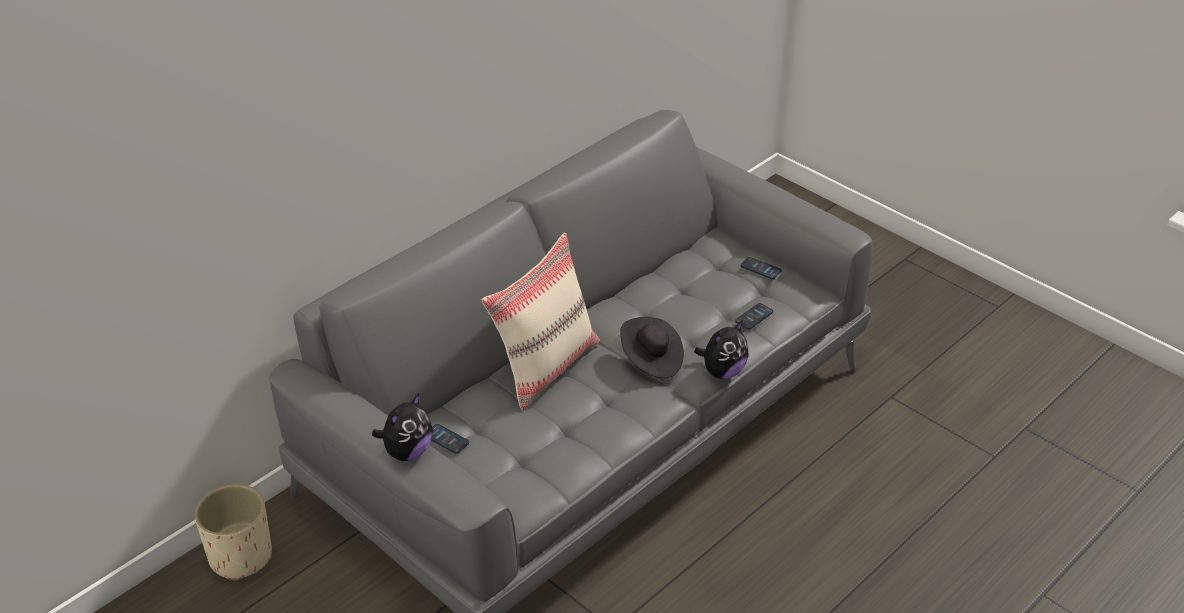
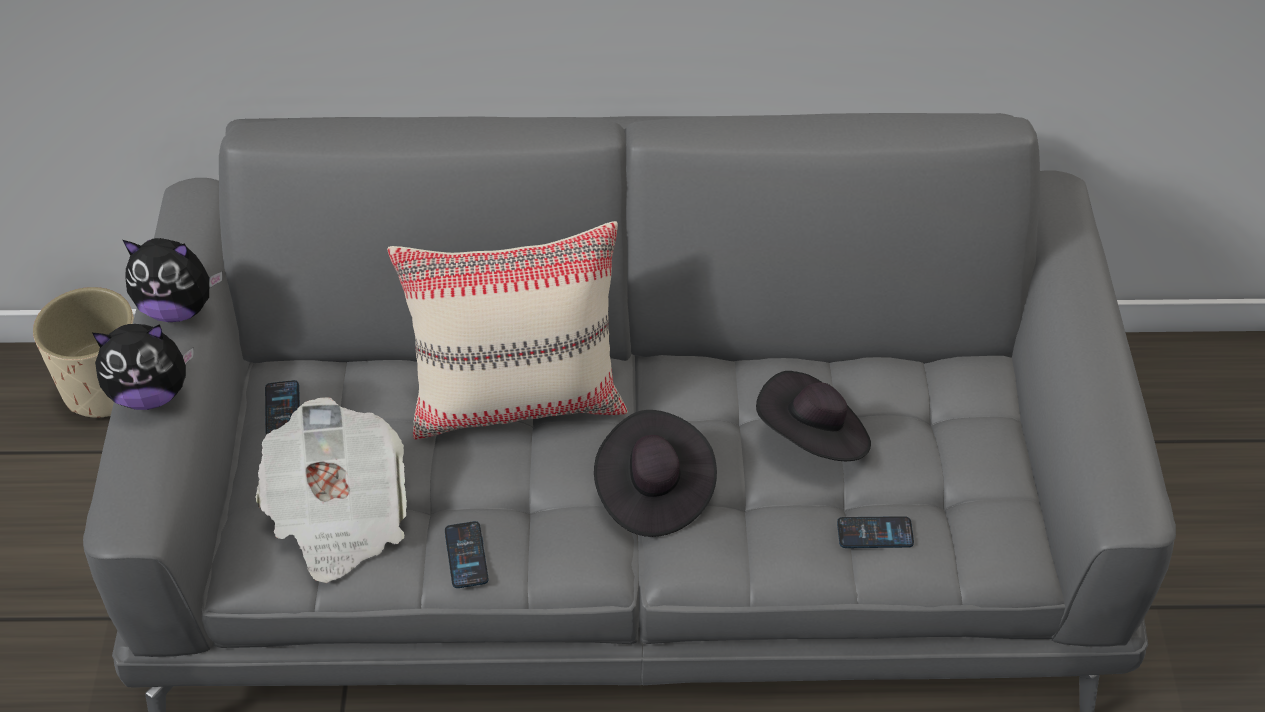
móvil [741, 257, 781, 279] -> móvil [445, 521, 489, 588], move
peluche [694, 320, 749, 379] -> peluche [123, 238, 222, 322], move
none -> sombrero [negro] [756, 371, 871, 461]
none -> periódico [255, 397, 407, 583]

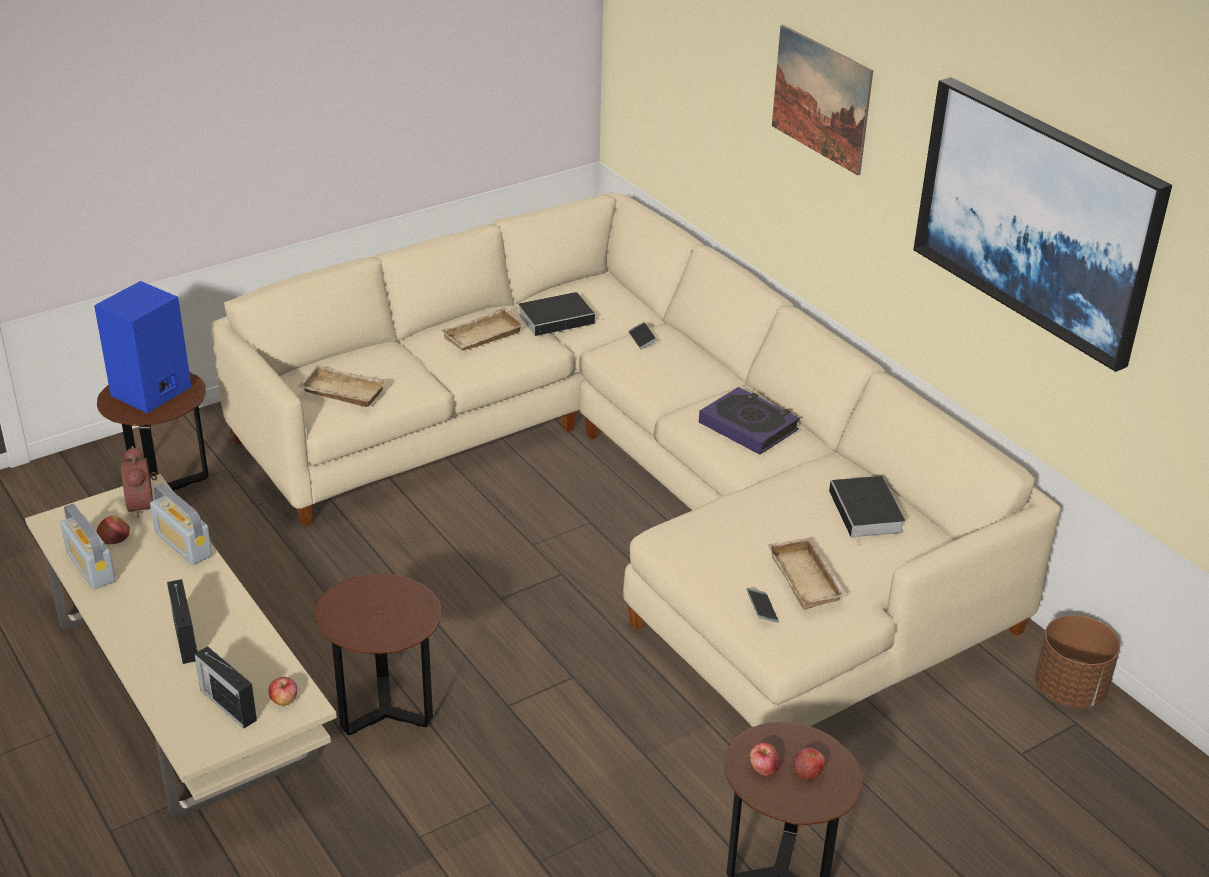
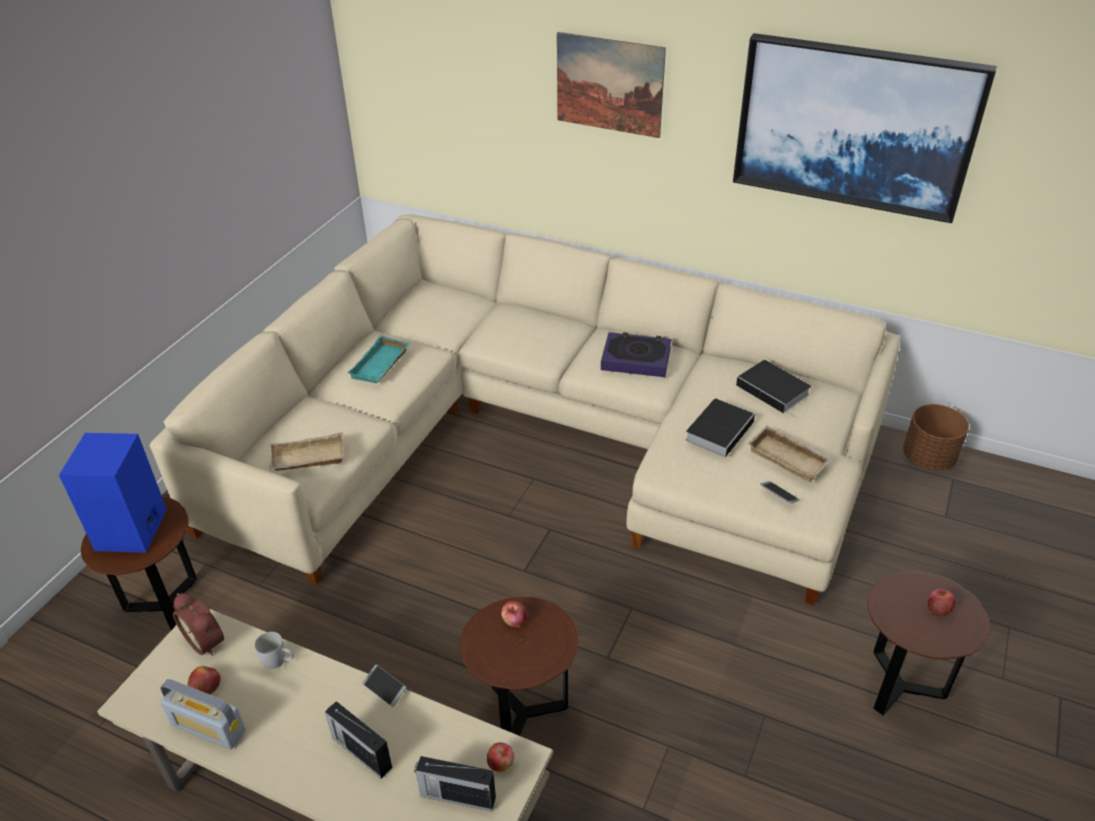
libro [519, 292, 605, 336] -> libro [685, 398, 756, 457], move
bandeja [beis] [441, 307, 525, 351] -> bandeja [turquesa] [347, 335, 410, 383]
móvil [628, 322, 657, 350] -> móvil [362, 665, 407, 707], move
radio [150, 484, 212, 565] -> taza grande [blanco] [255, 632, 294, 669]
manzana [750, 742, 781, 777] -> manzana [501, 601, 527, 627], move

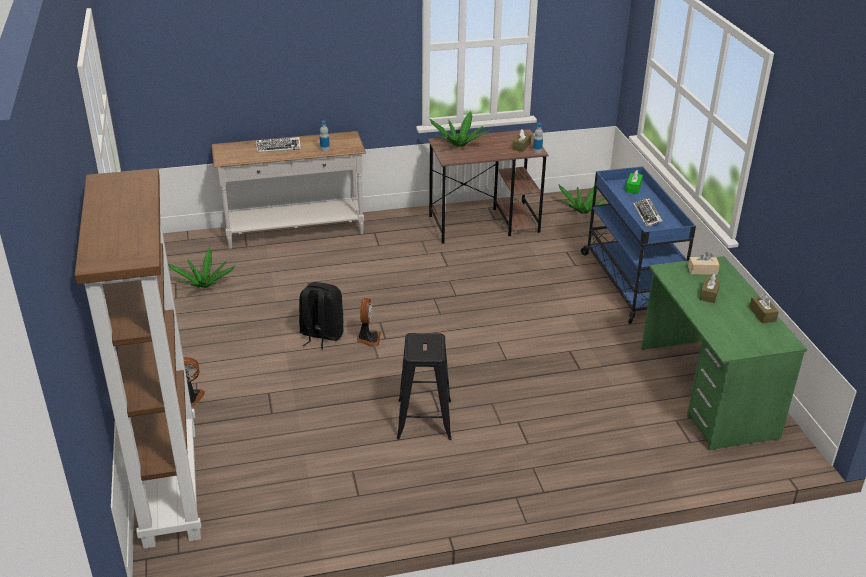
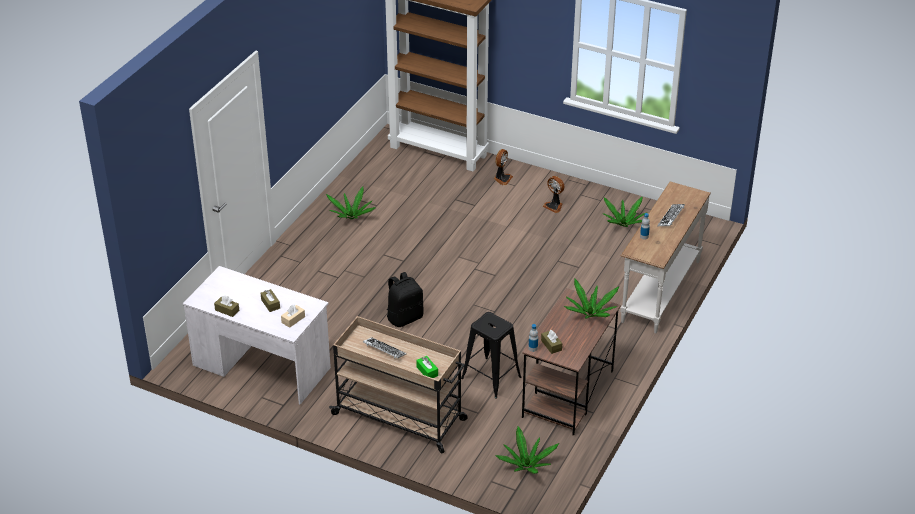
carrito [azul] [581, 166, 696, 324] -> carrito [beis] [329, 316, 468, 454]
escritorio [verde] [641, 256, 807, 450] -> escritorio [blanco] [183, 266, 331, 405]
mochila [negro] [299, 282, 344, 350] -> mochila [negro] [387, 272, 424, 327], move
ventilador [357, 298, 381, 347] -> ventilador [543, 176, 565, 213], move
taburete [negro] [397, 333, 452, 440] -> taburete [negro] [461, 312, 521, 399], move
none -> planta en maceta [326, 187, 375, 219]

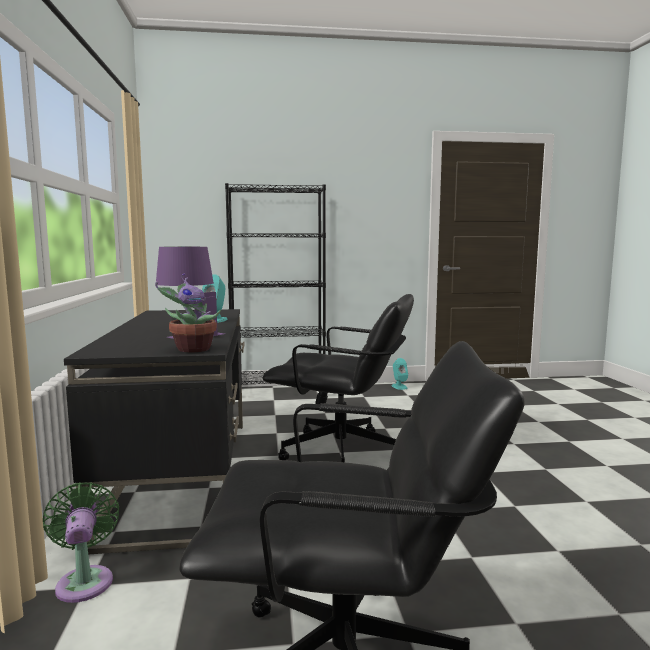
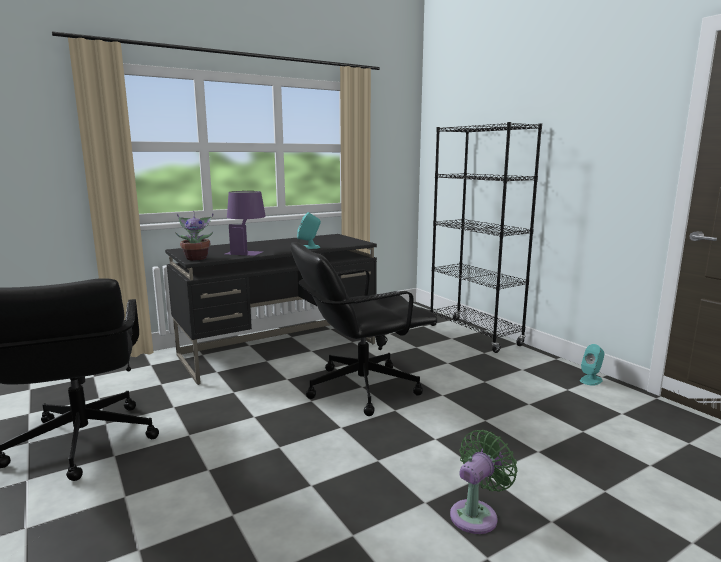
silla de oficina [negro] [263, 294, 414, 462] -> silla de oficina [negro] [291, 242, 437, 416], 75 degrees clockwise
ventilador [verde] [43, 482, 119, 603] -> ventilador [verde] [450, 430, 517, 534], move

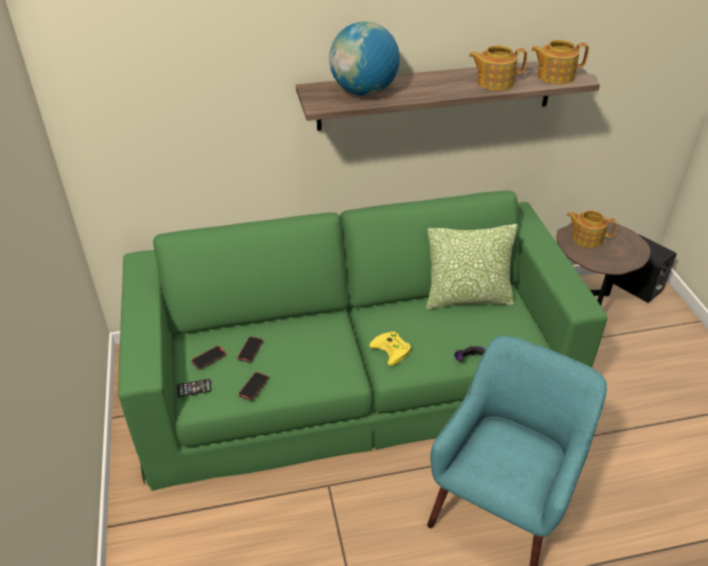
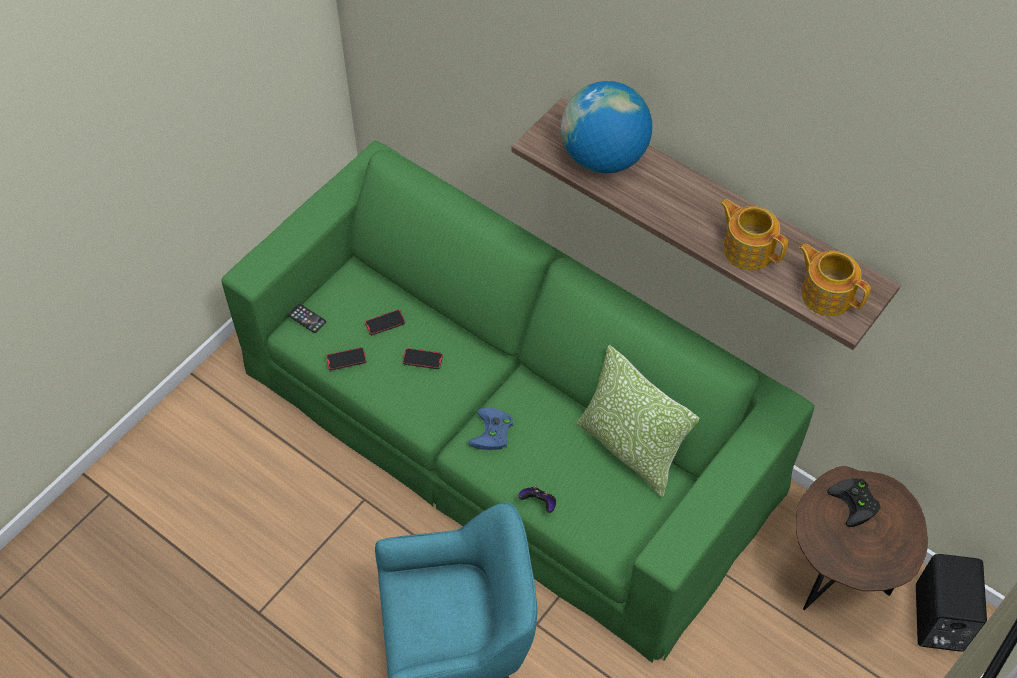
tetera [567, 210, 617, 248] -> mando de consola [negro] [827, 479, 880, 527]
mando de consola [amarillo] [369, 331, 411, 366] -> mando de consola [azul] [468, 408, 513, 450]
móvil [191, 346, 226, 370] -> móvil [403, 348, 443, 369], move

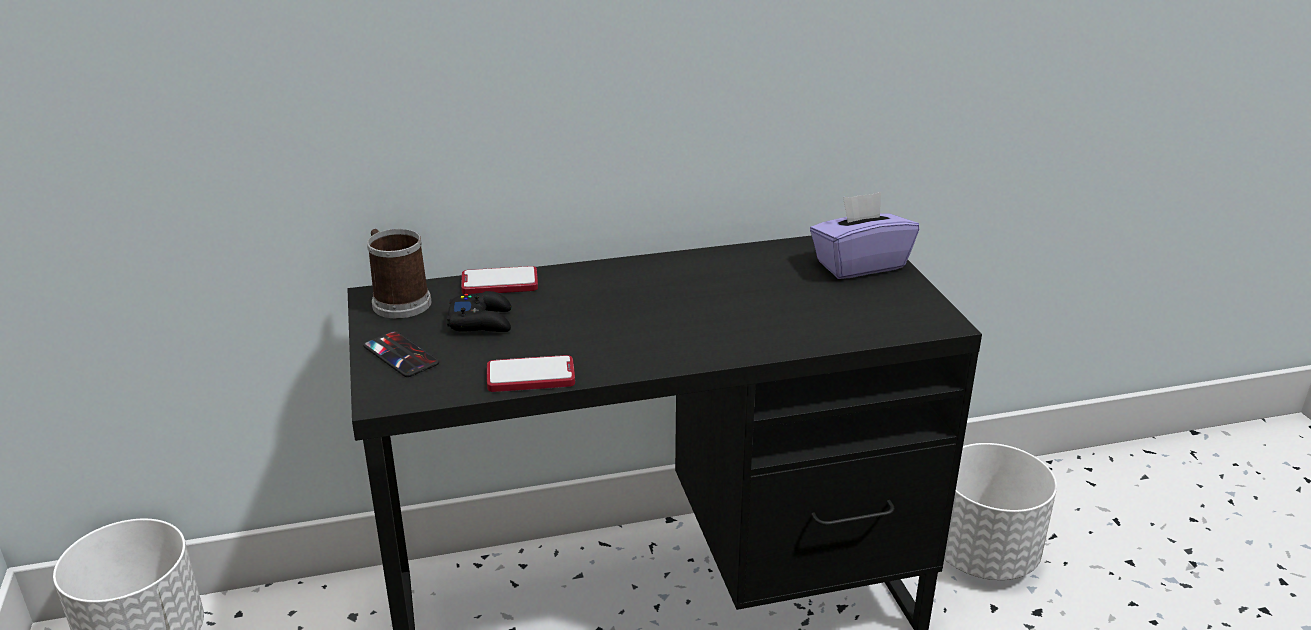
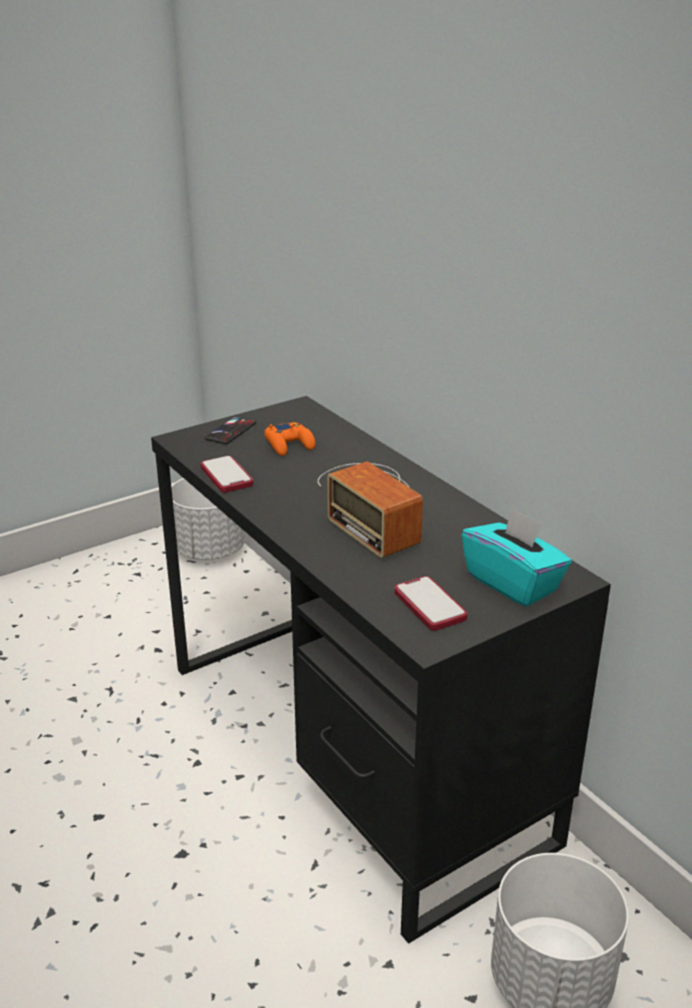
caja de pañuelos [morado] [810, 192, 919, 279] -> caja de pañuelos [turquesa] [462, 507, 572, 607]
taza grande [367, 229, 431, 318] -> none
móvil [461, 266, 538, 295] -> móvil [394, 576, 467, 631], move
mando de consola [negro] [447, 291, 512, 332] -> mando de consola [naranja] [264, 422, 315, 456]
none -> radio [318, 461, 423, 558]

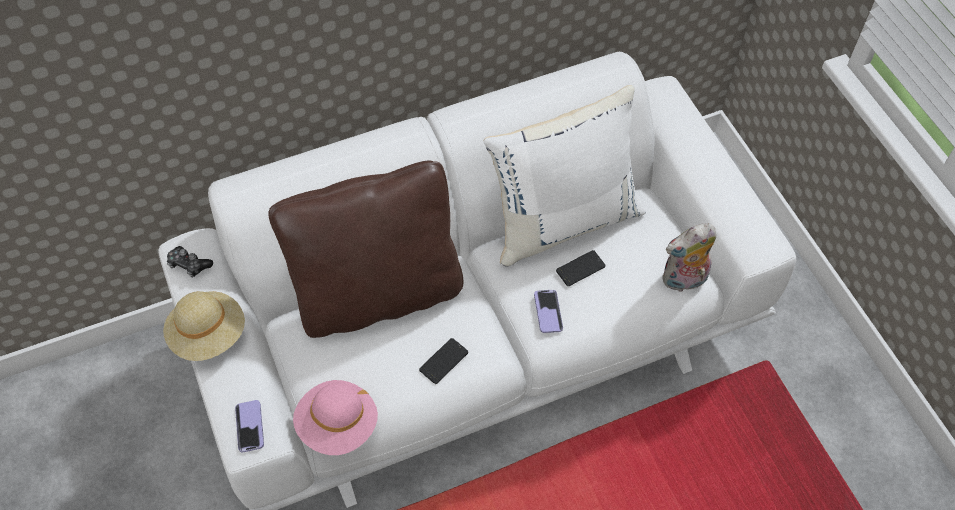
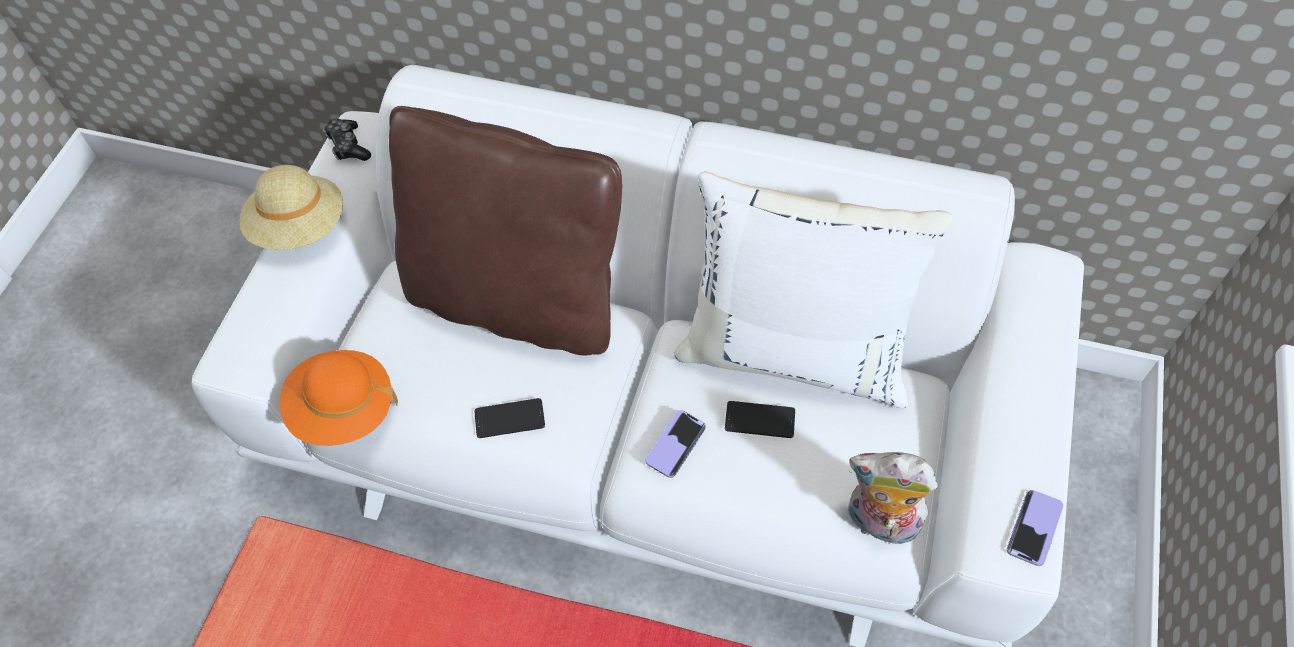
sombrero [rosa] [293, 380, 378, 455] -> sombrero [naranja] [280, 350, 398, 446]
móvil [235, 400, 264, 453] -> móvil [1007, 490, 1063, 566], move

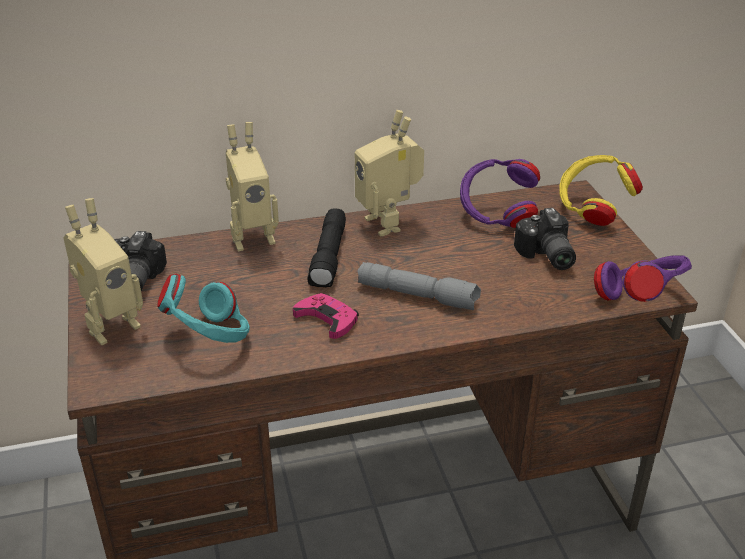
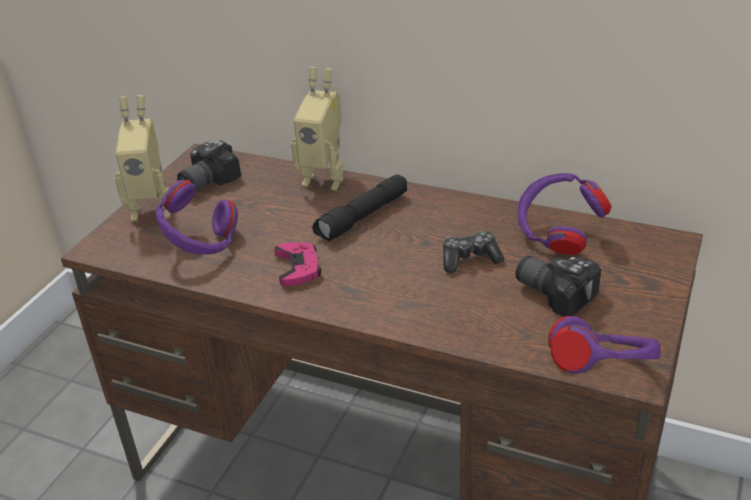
robot de juguete [355, 110, 424, 236] -> none
auriculares [amarillo] [559, 155, 643, 226] -> none
cámara [514, 208, 576, 270] -> cámara [515, 256, 601, 317], 105 degrees clockwise
linterna [gris] [358, 262, 481, 310] -> none
auriculares [turquesa] [157, 273, 250, 343] -> auriculares [morado] [156, 179, 238, 255]
none -> mando de consola [443, 231, 504, 273]

